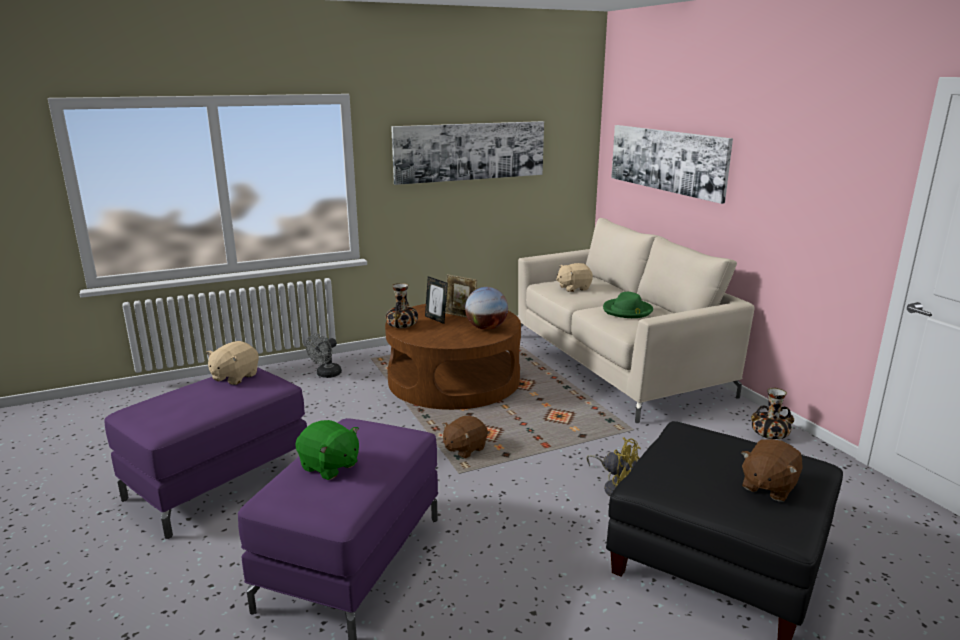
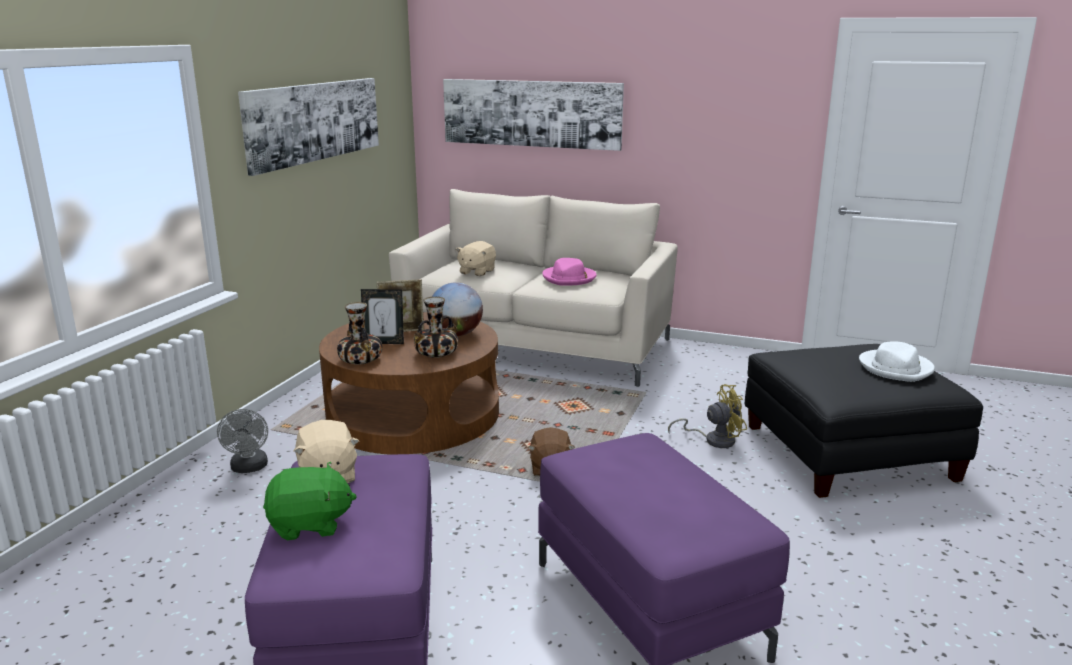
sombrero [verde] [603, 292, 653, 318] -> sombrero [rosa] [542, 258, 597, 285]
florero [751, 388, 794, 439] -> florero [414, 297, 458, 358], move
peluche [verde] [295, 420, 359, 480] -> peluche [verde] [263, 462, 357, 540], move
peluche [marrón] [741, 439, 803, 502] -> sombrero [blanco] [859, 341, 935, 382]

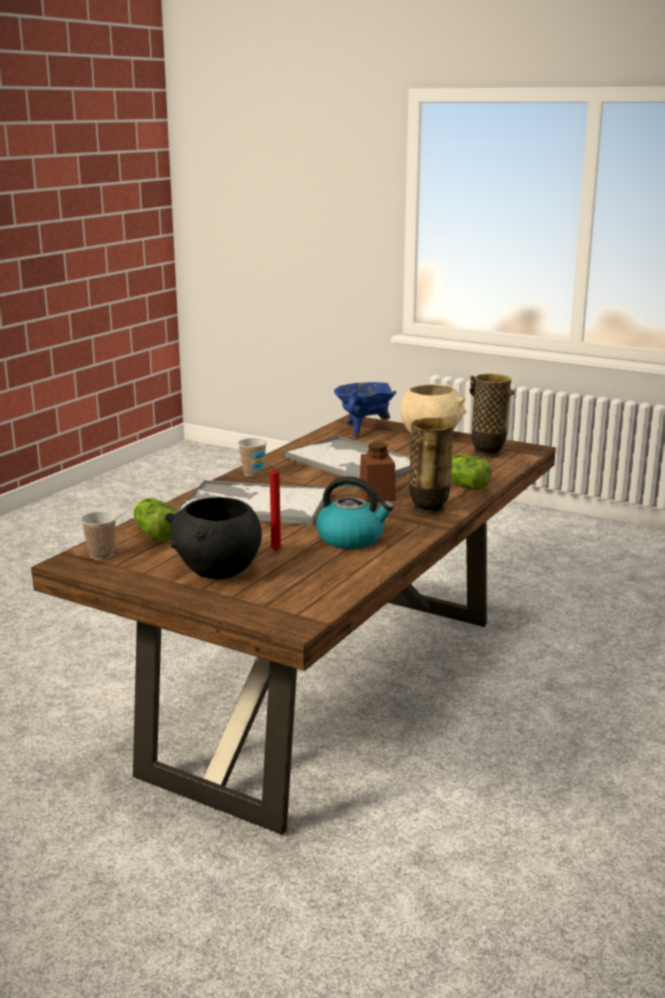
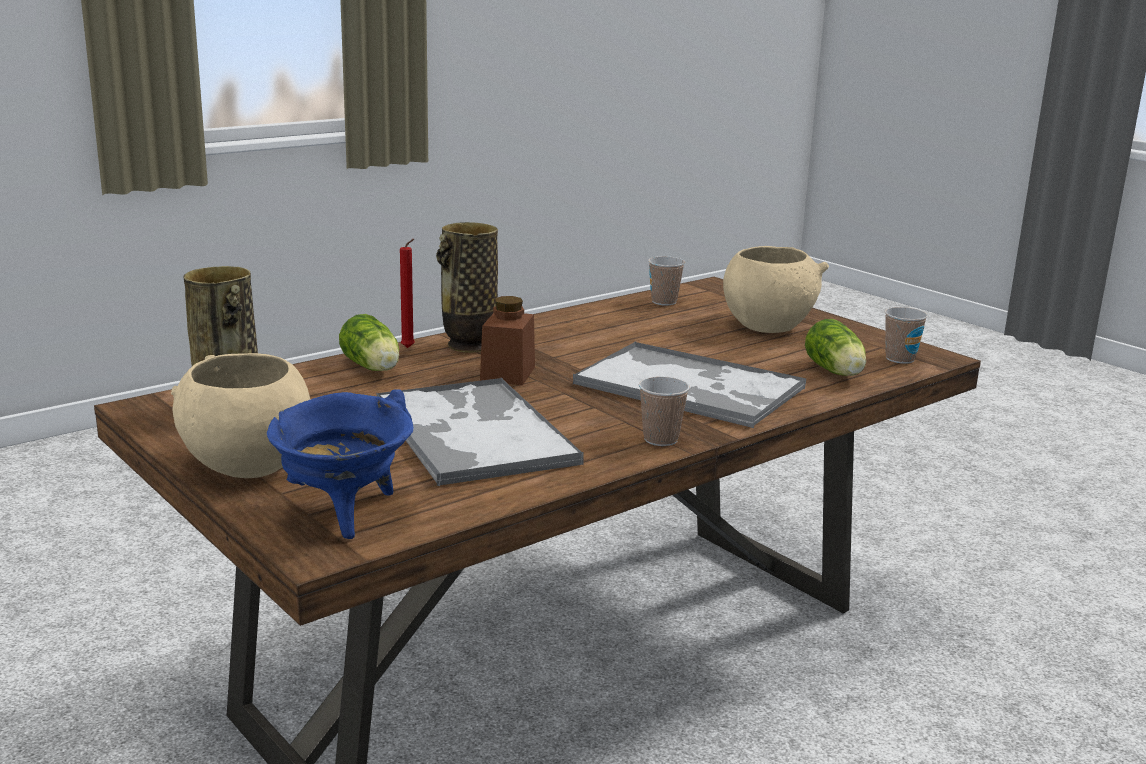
vela [rojo] [265, 461, 282, 551] -> vela [rojo] [400, 239, 415, 348], move
hervidor [316, 476, 394, 549] -> none
cuenco [negro] [165, 497, 262, 579] -> cuenco [beis] [723, 246, 829, 333]
none -> taza [648, 256, 685, 305]

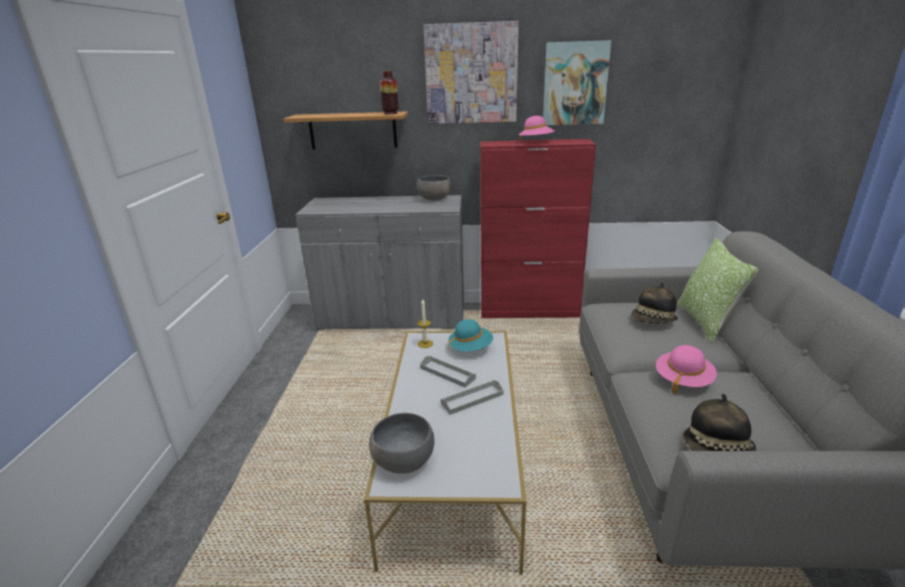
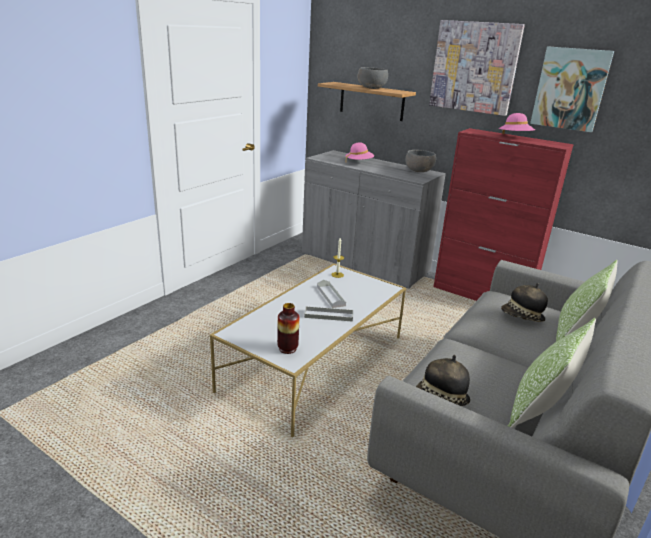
florero [380, 71, 399, 114] -> florero [277, 303, 299, 354], move
sombrero [turquesa] [448, 319, 493, 352] -> none
sombrero [rosa] [656, 345, 717, 394] -> sombrero [rosa] [345, 142, 374, 161], move
cuenco [gris] [369, 413, 434, 474] -> cuenco [gris] [358, 67, 388, 89], move
none -> cojín [508, 318, 596, 428]

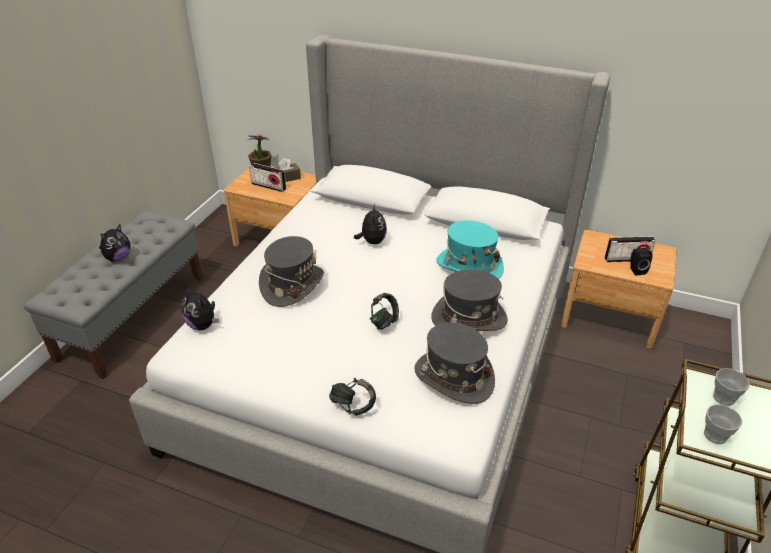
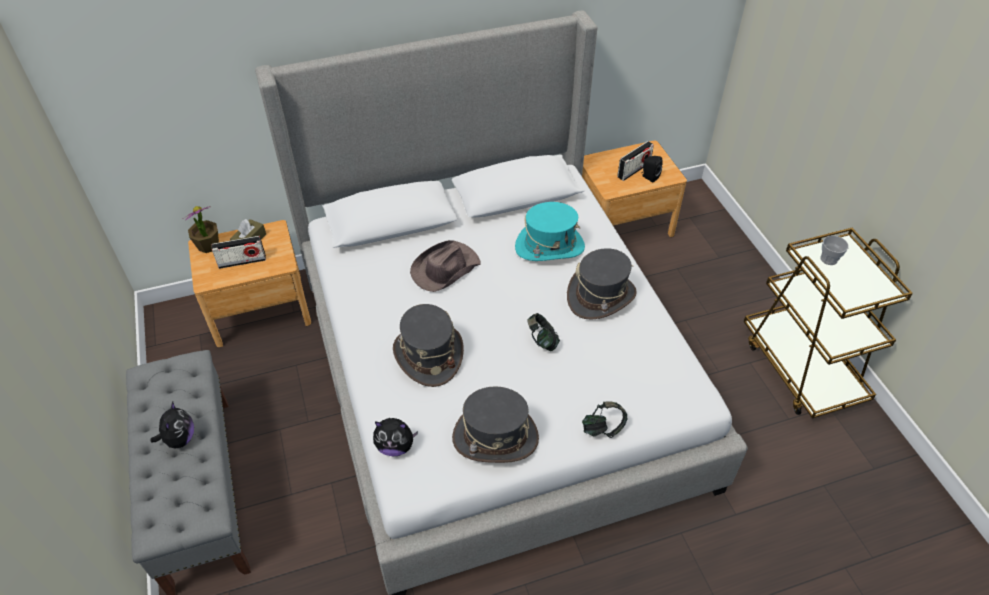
peluche [354, 205, 387, 244] -> sombrero [marrón] [410, 240, 480, 292]
sombrero [gris] [414, 323, 495, 404] -> sombrero [gris] [452, 386, 539, 463], move
taza [704, 404, 742, 444] -> none

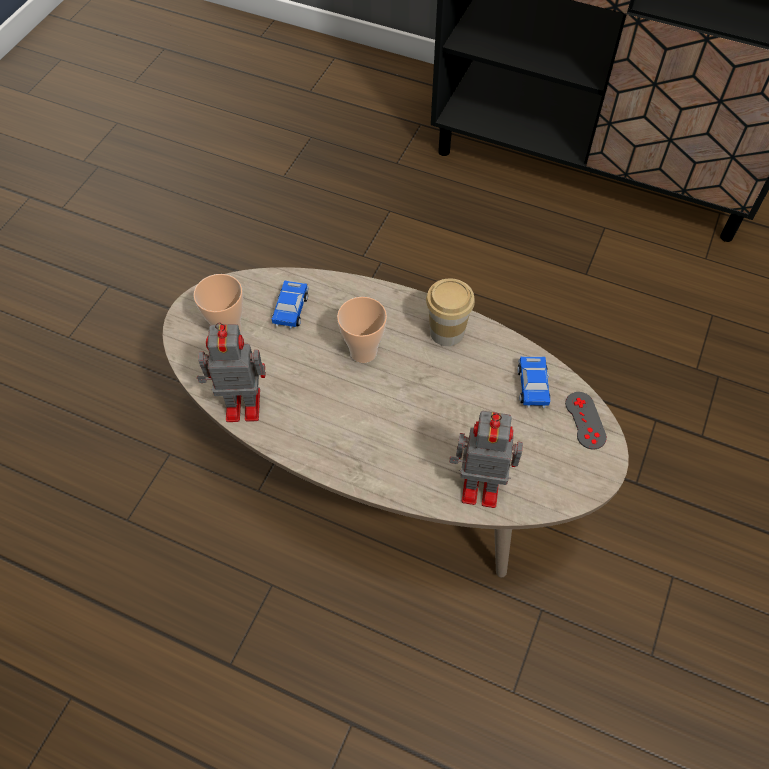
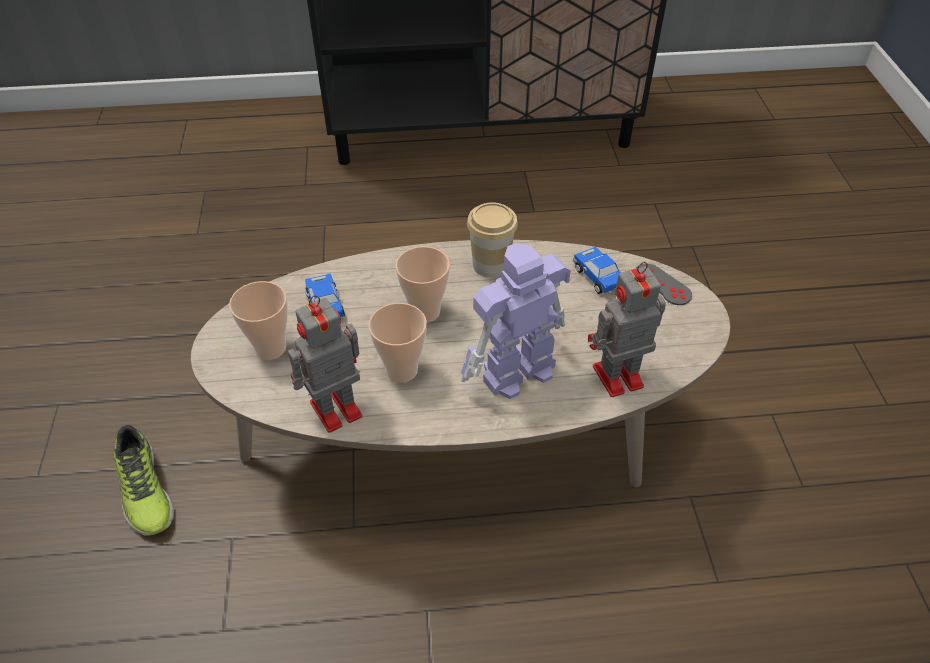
none -> robot de juguete [461, 243, 571, 399]
none -> taza [369, 303, 427, 383]
none -> zapato [114, 425, 174, 536]

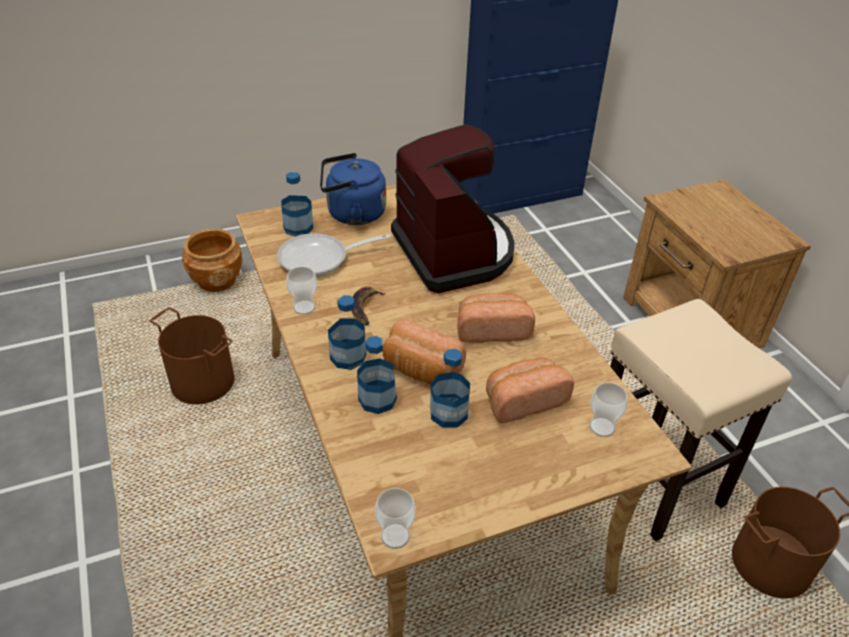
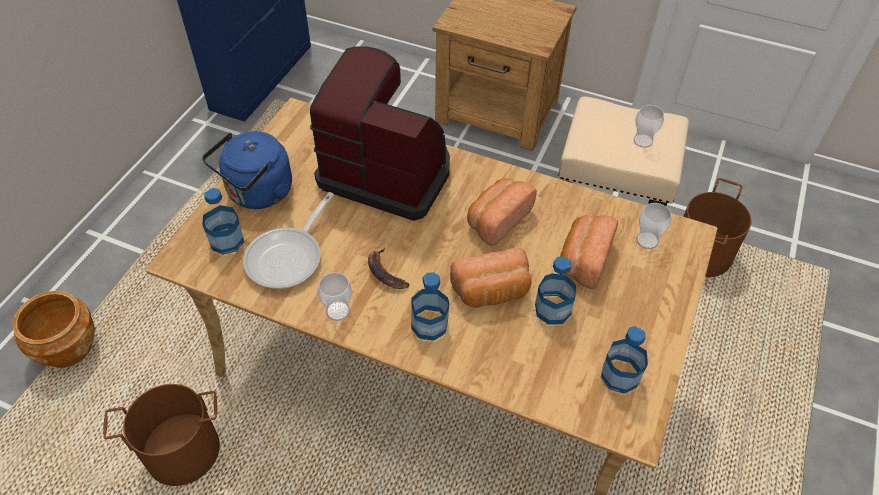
botella [357, 336, 397, 414] -> botella [601, 326, 648, 394], move
taza [375, 488, 416, 549] -> taza [633, 105, 664, 148], move

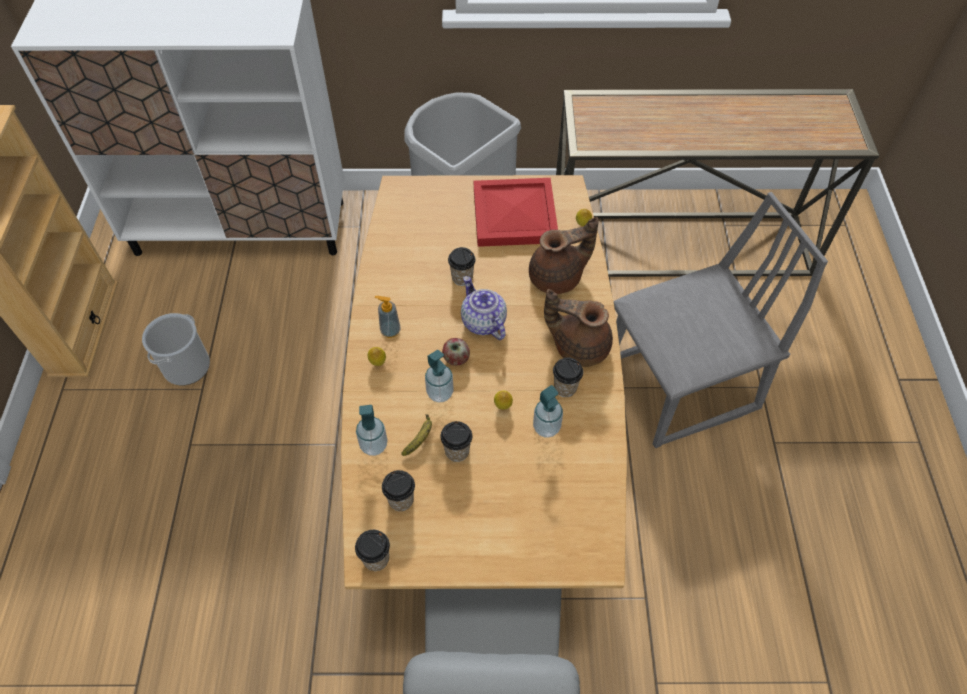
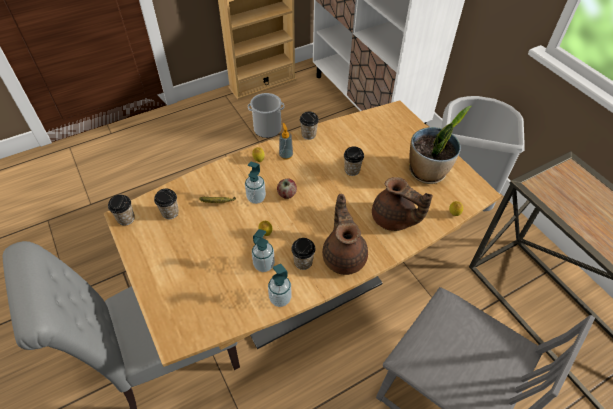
bandeja [rojo] [474, 178, 558, 247] -> planta en maceta [409, 106, 471, 184]
tetera [461, 276, 507, 340] -> none
dispensador de jabón [356, 405, 388, 456] -> dispensador de jabón [268, 264, 292, 307], move
taza [440, 421, 472, 462] -> taza [300, 111, 319, 140], move

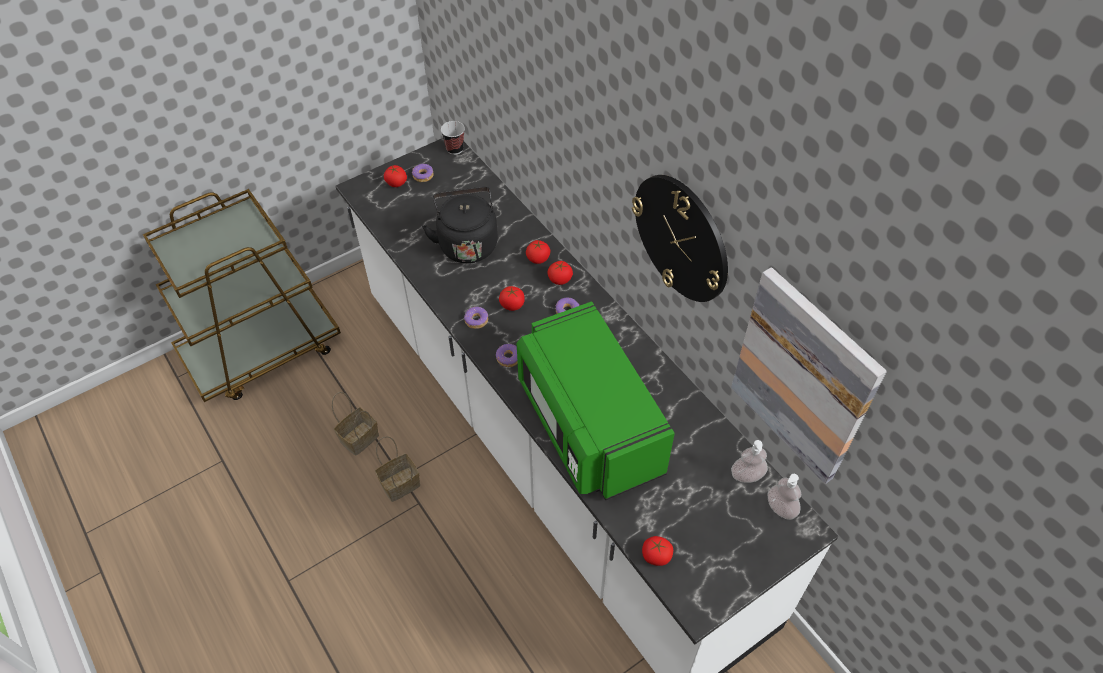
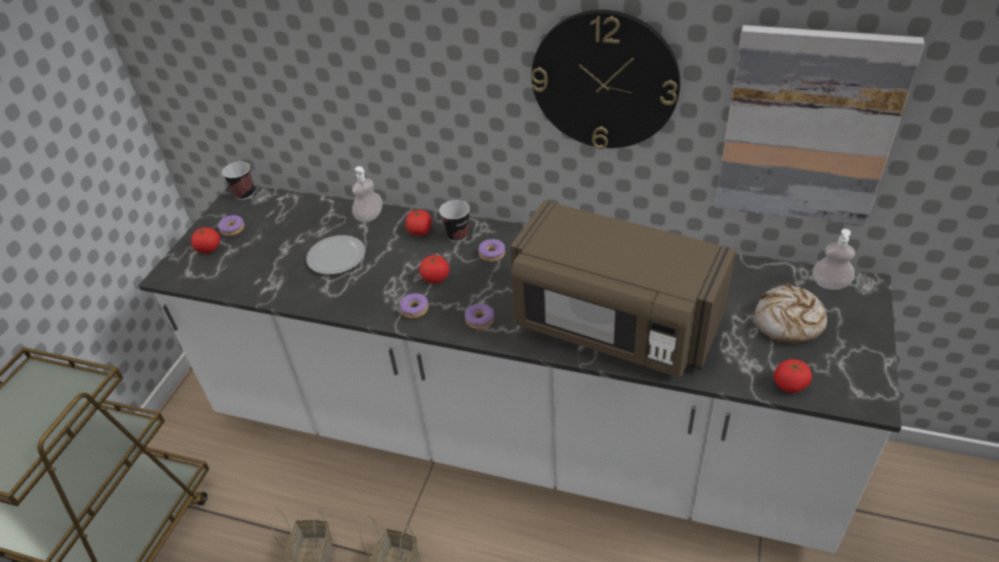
hervidor [negro] [422, 187, 498, 263] -> plato [306, 235, 365, 275]
tomate [548, 261, 573, 285] -> taza [439, 200, 470, 242]
microondas [verde] [517, 301, 675, 500] -> microondas [marrón] [510, 201, 736, 377]
dispensador de jabón [731, 440, 768, 483] -> dispensador de jabón [352, 166, 382, 223], move
none -> pan [754, 284, 827, 343]

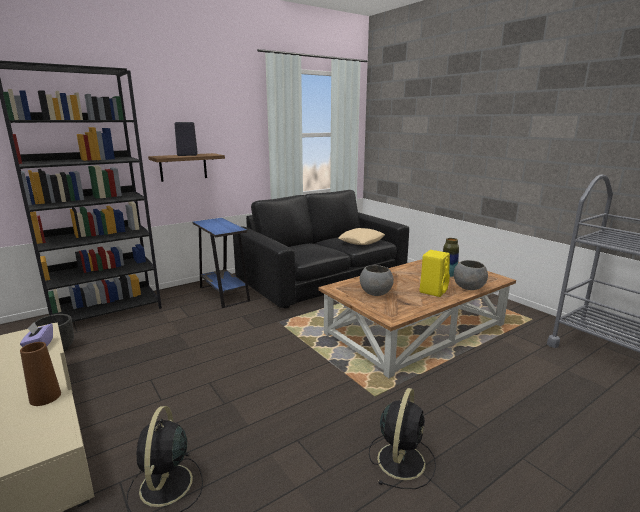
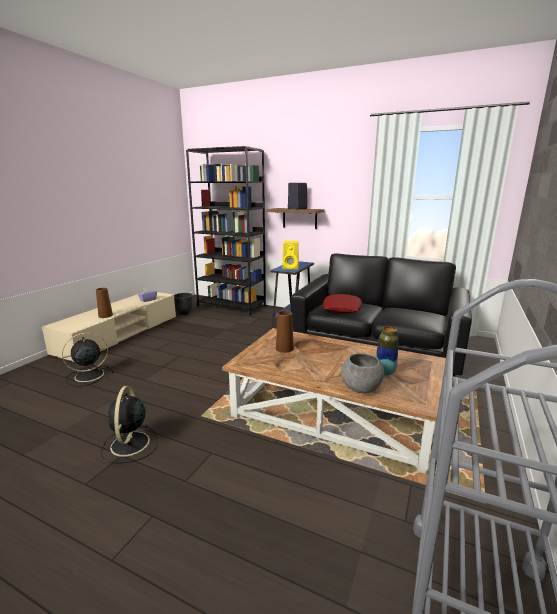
cojín [beis] [338, 228, 385, 245] -> none
altavoz [amarillo] [419, 250, 450, 297] -> altavoz [amarillo] [282, 241, 299, 270], move
cuenco [gris] [360, 265, 394, 296] -> florero [marrón] [276, 311, 294, 353]
ventilador [negro] [369, 388, 436, 489] -> ventilador [negro] [101, 386, 157, 464], 90 degrees clockwise
none -> cojín [rojo] [323, 294, 362, 313]

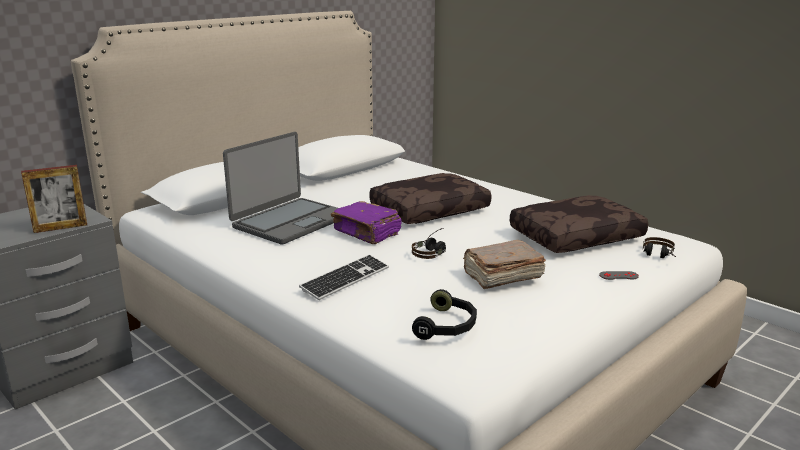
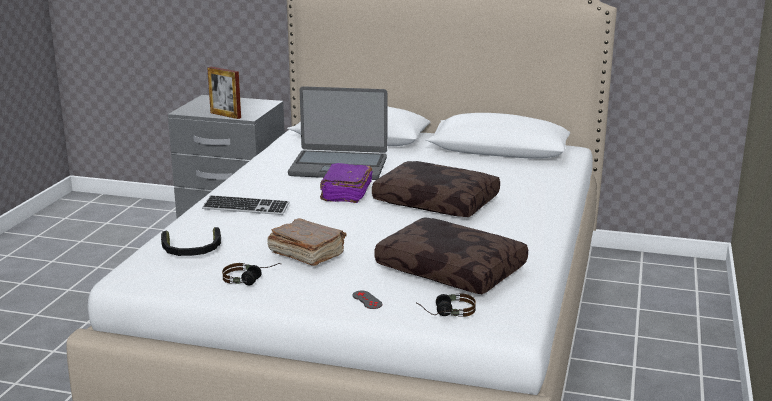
auriculares [412, 228, 446, 259] -> auriculares [222, 263, 281, 285], move

